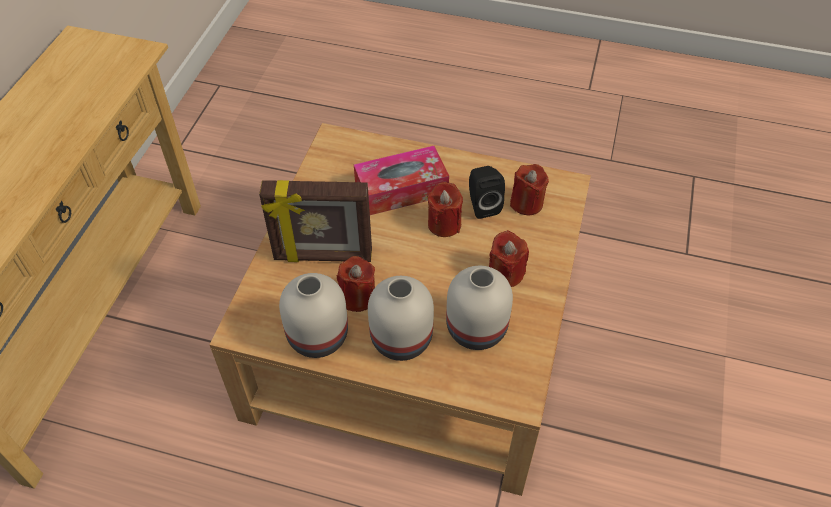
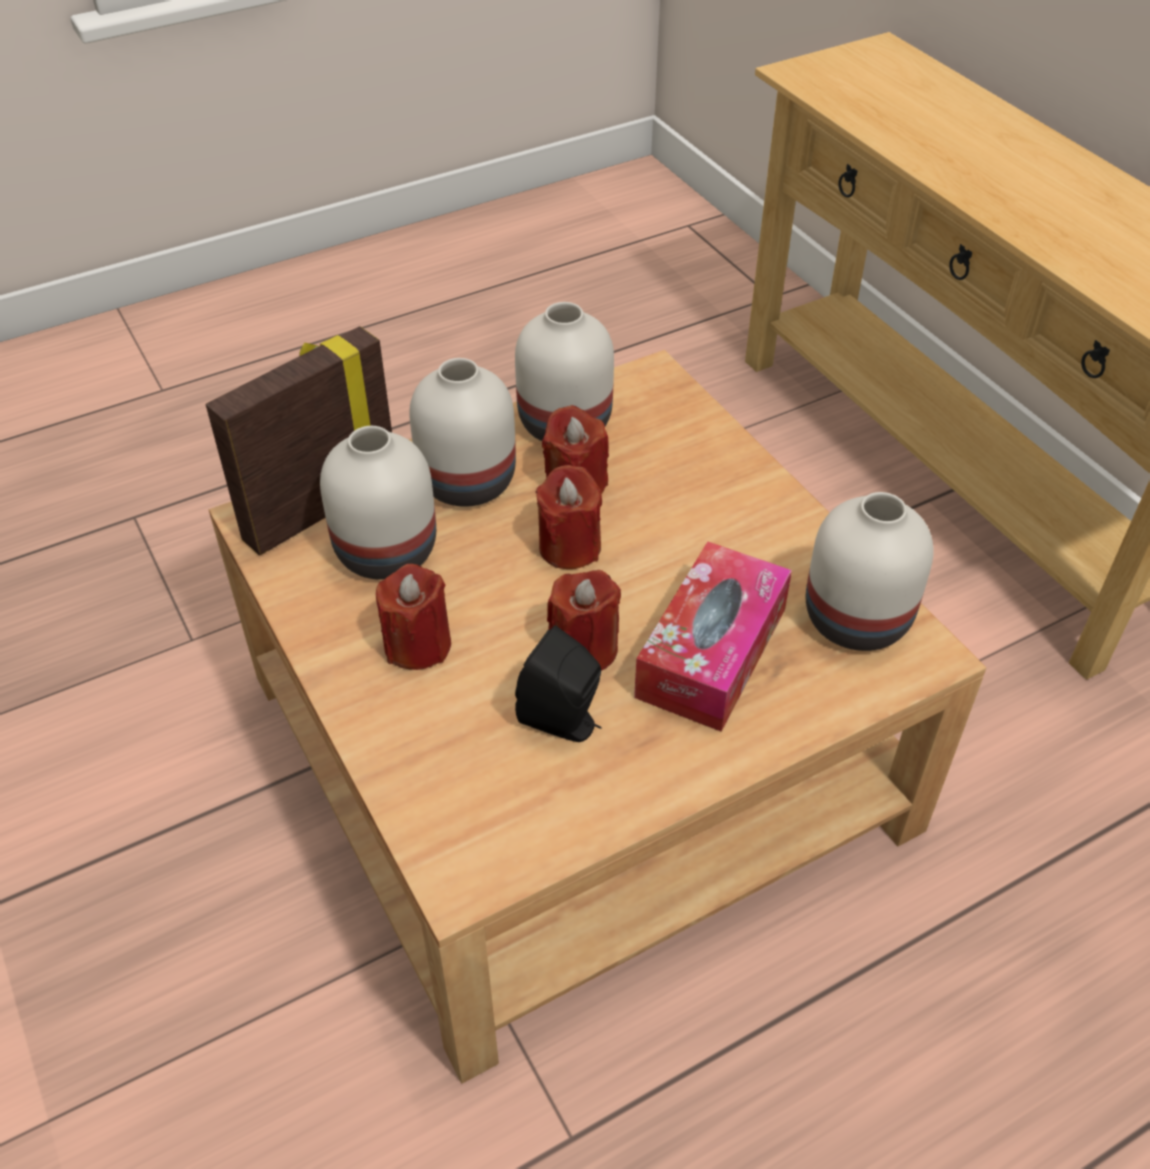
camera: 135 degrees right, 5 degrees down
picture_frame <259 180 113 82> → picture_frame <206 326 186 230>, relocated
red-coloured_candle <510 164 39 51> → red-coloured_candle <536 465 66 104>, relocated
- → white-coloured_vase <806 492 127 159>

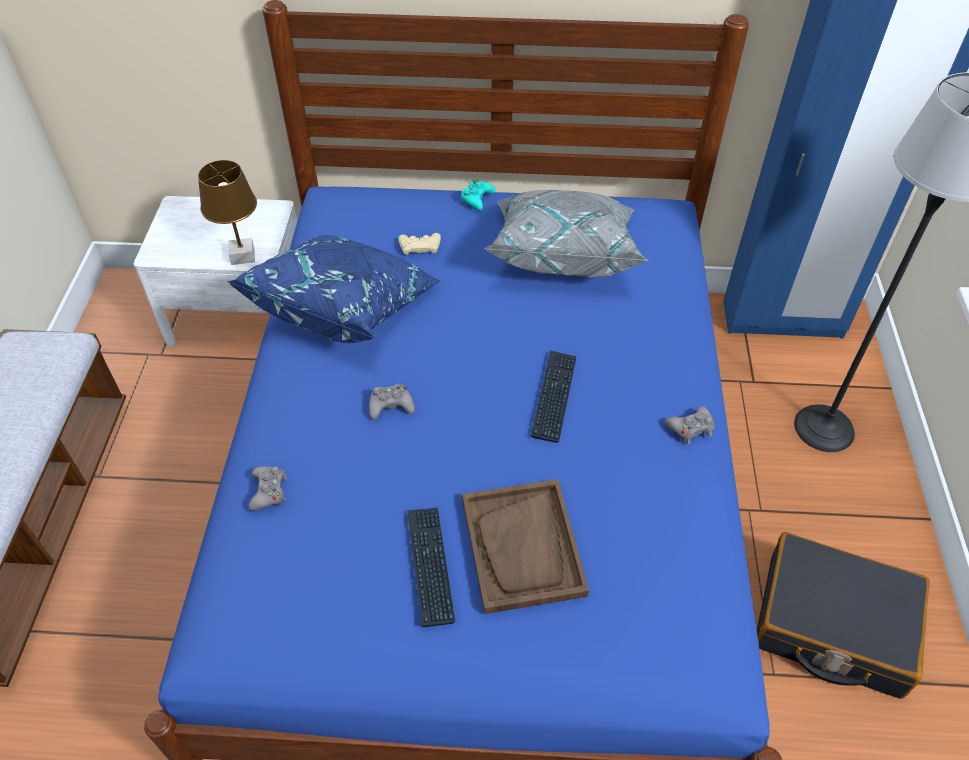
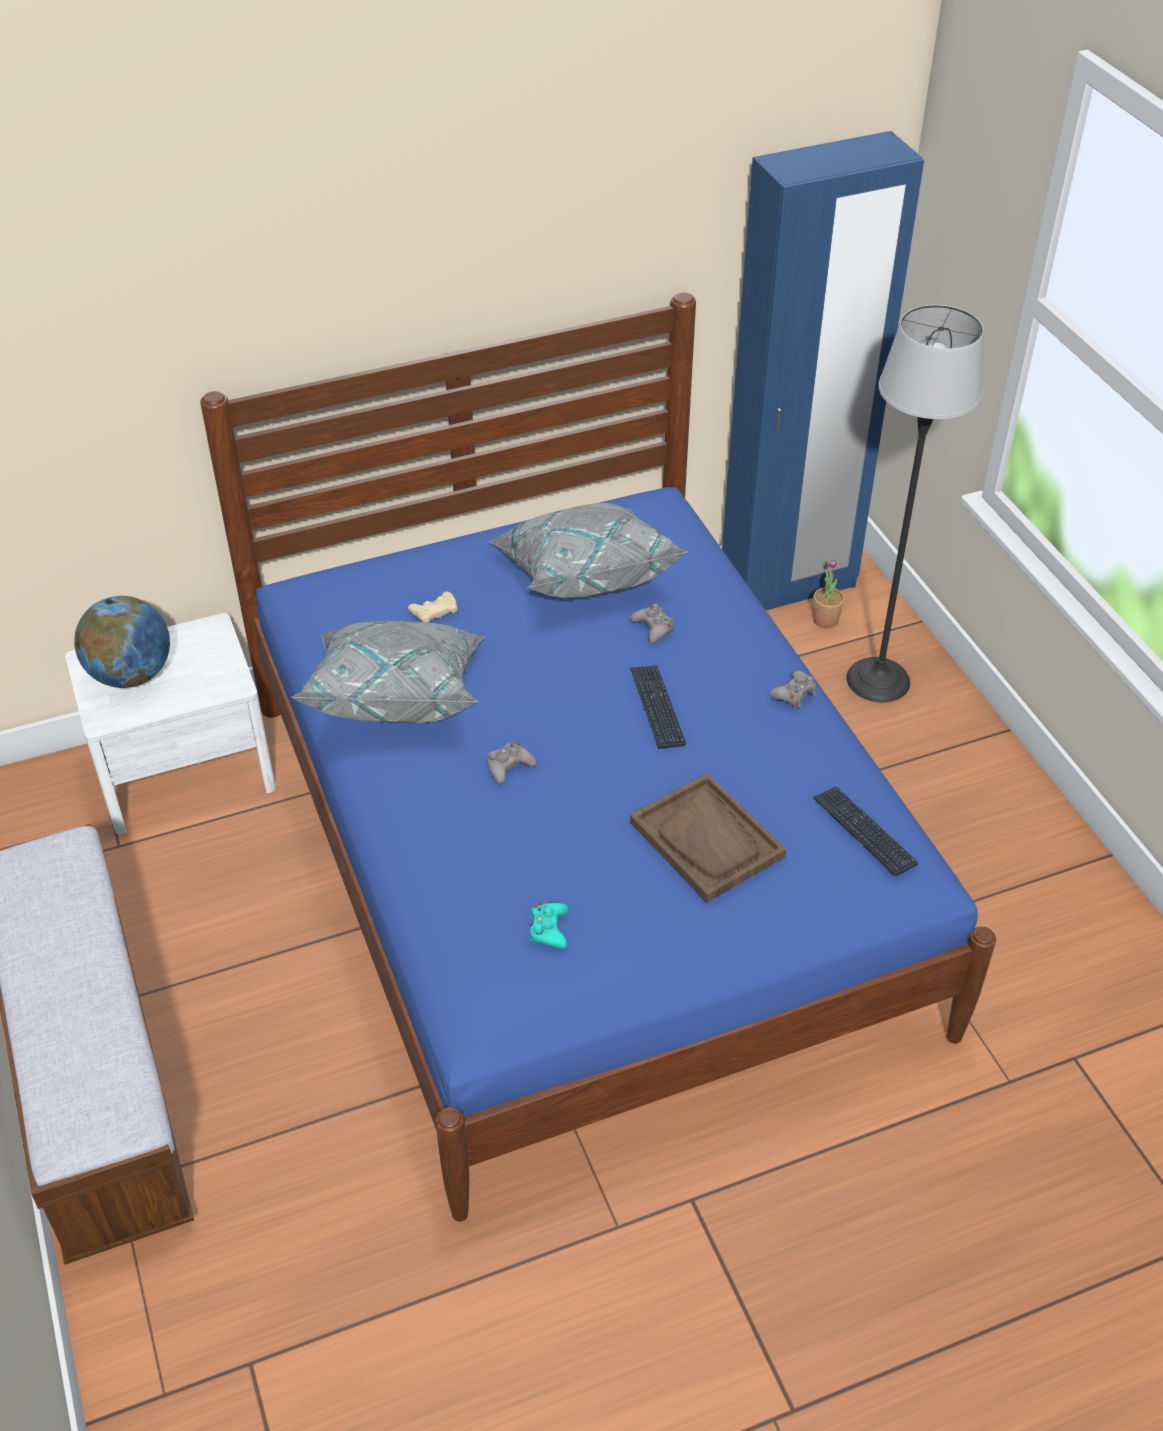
camera: 25 degrees left, 5 degrees down
- → world_globe <74 596 96 92>
bluish_pillow <227 235 214 108> → greyish_pillow <291 621 193 102>
blue-green_game_controller <461 180 35 31> → blue-green_game_controller <529 903 39 46>, relocated
greyish_game_controller <248 466 39 45> → greyish_game_controller <630 604 44 39>, relocated
- → houseplant <813 559 32 69>
PC_keyboard <407 507 48 120> → PC_keyboard <813 786 106 90>, relocated
brownish_table_lamp <198 160 59 105> → -
blackish_travel_case <757 532 173 167> → -

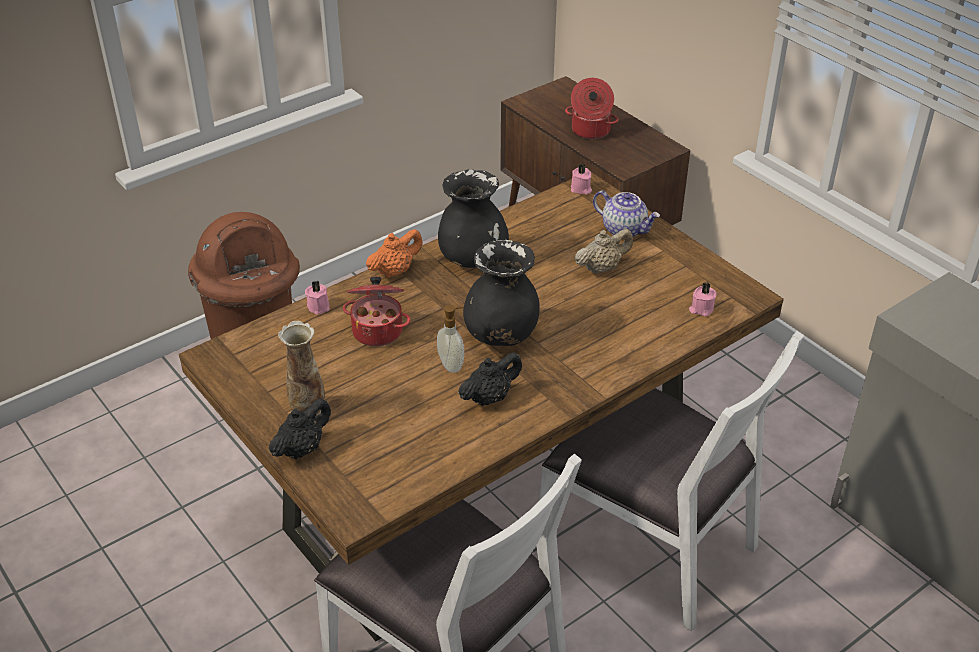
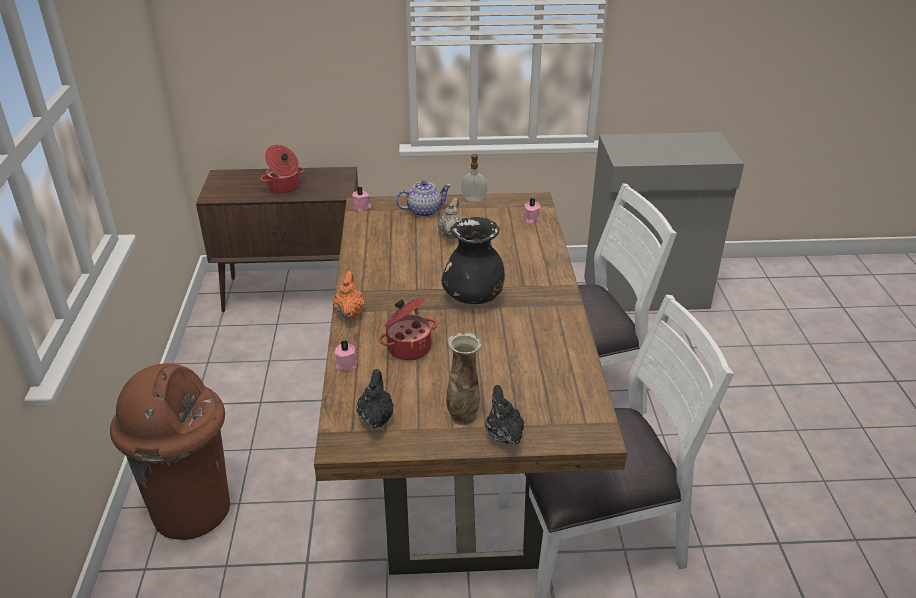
camera: 55 degrees left, 5 degrees down
blackish_teapot <458 352 64 54> → blackish_teapot <356 369 38 59>, relocated
liquid_soap_bottle <437 305 27 68> → liquid_soap_bottle <461 153 27 49>, relocated
blackish_vase <438 169 71 99> → -

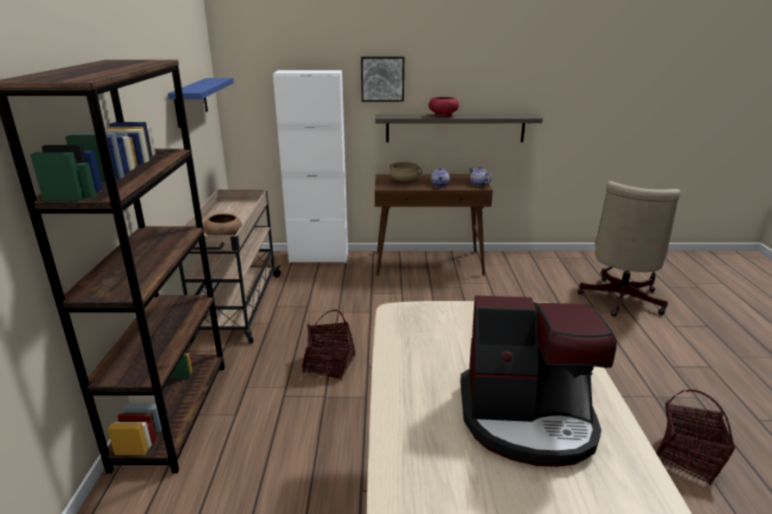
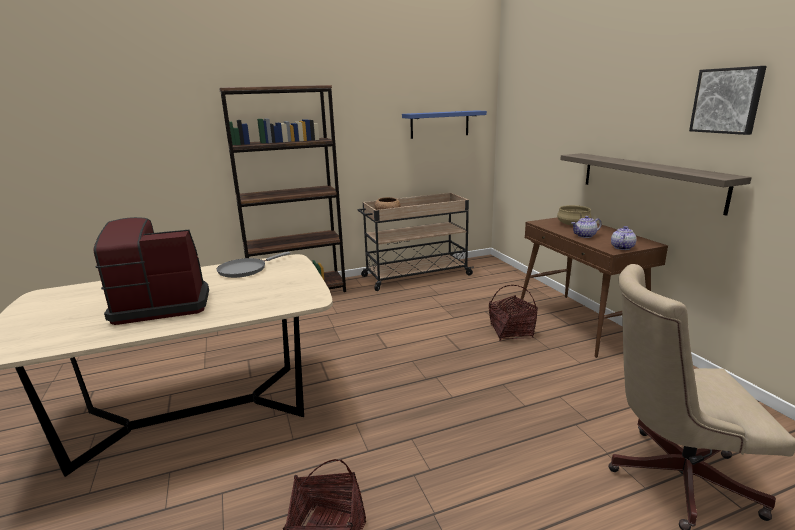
camera: 70 degrees right, 5 degrees down
coffee_brewer <460 295 157 172> → coffee_brewer <93 217 116 108>, 90 degrees clockwise
- → greyish_pan <217 252 73 26>
household_basket <302 310 53 70> → household_basket <489 285 49 56>, relocated
wall_picture <361 56 43 46> → wall_picture <689 66 78 69>, relocated
white-coloured_cupboard <273 70 75 193> → -
red-coloured_serving_bowl <429 97 30 20> → -

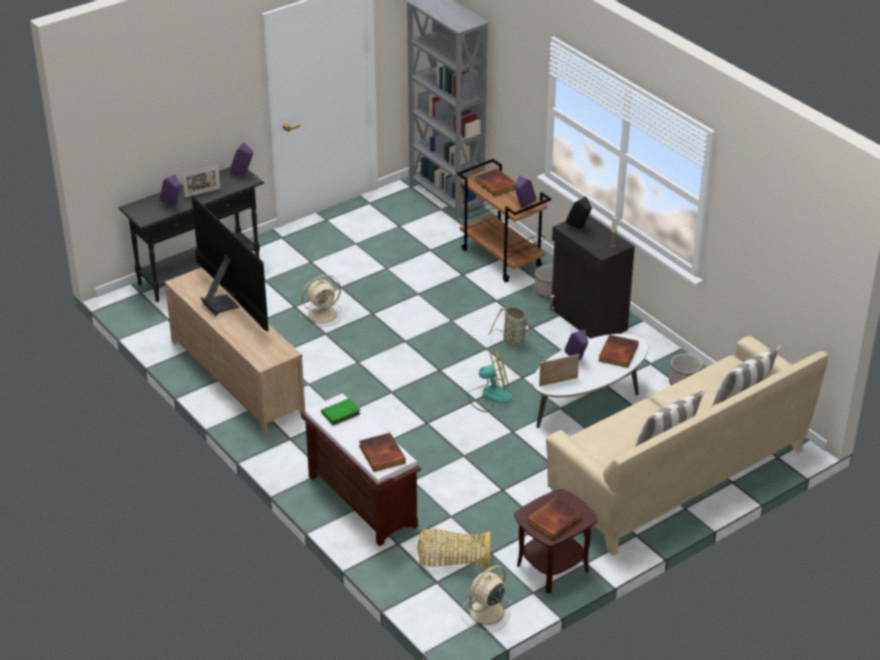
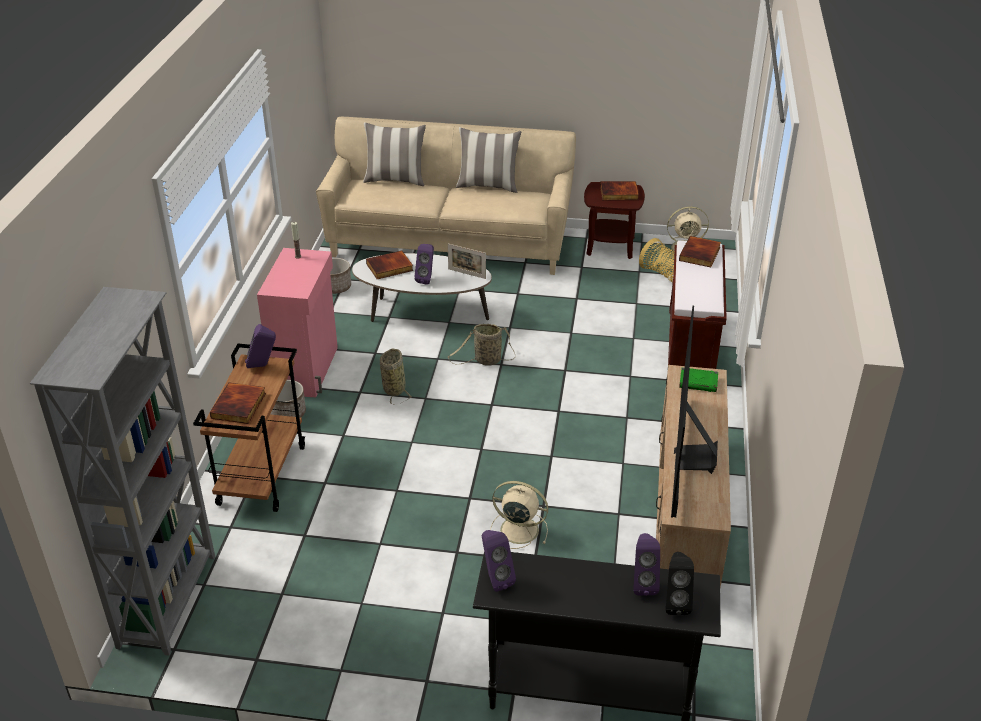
camera: 135 degrees left, 0 degrees up
blackish_cupboard <550 215 85 124> → pink_cupboard <257 248 81 149>
cooling_fan <467 349 45 63> → household_basket <448 324 67 42>
blackish_loudspeaker <566 196 26 33> → blackish_loudspeaker <666 552 28 63>, relocated
green-coloured_book <321 398 40 28> → green-coloured_book <679 367 39 25>, relocated
picture_frame <182 165 38 33> → -

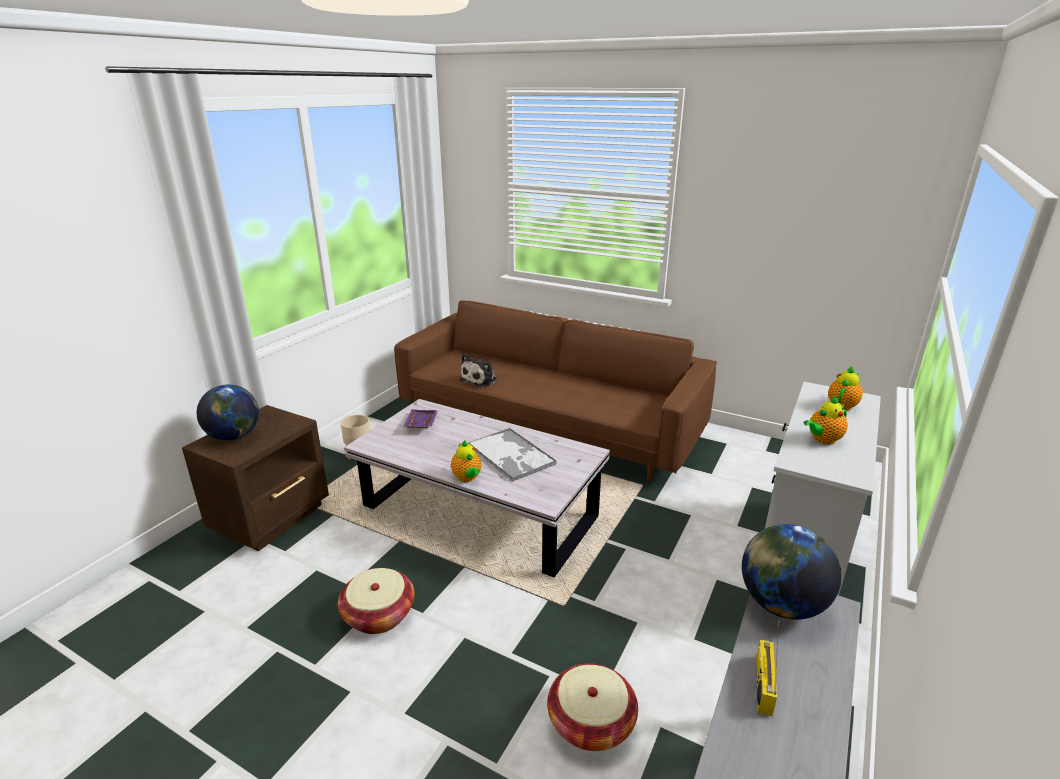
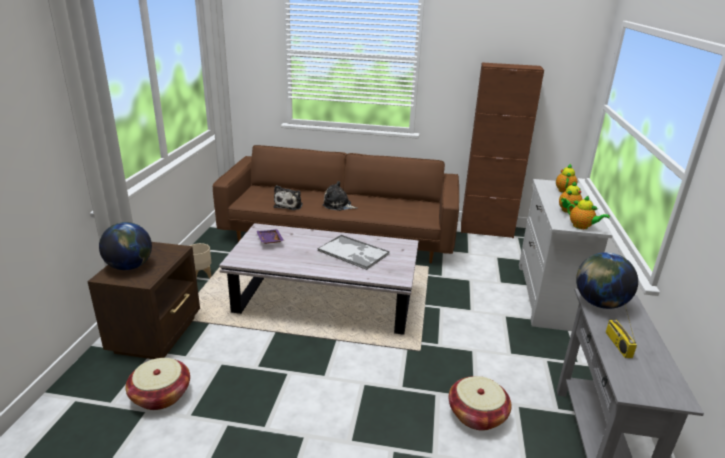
camera: 20 degrees left, 0 degrees up
household_basket <338 568 77 66> → household_basket <125 358 65 52>, relocated
- → plush_toy <323 181 35 30>
- → brownish_cupboard <461 62 83 177>
teapot <451 441 30 41> → teapot <567 196 43 33>, relocated

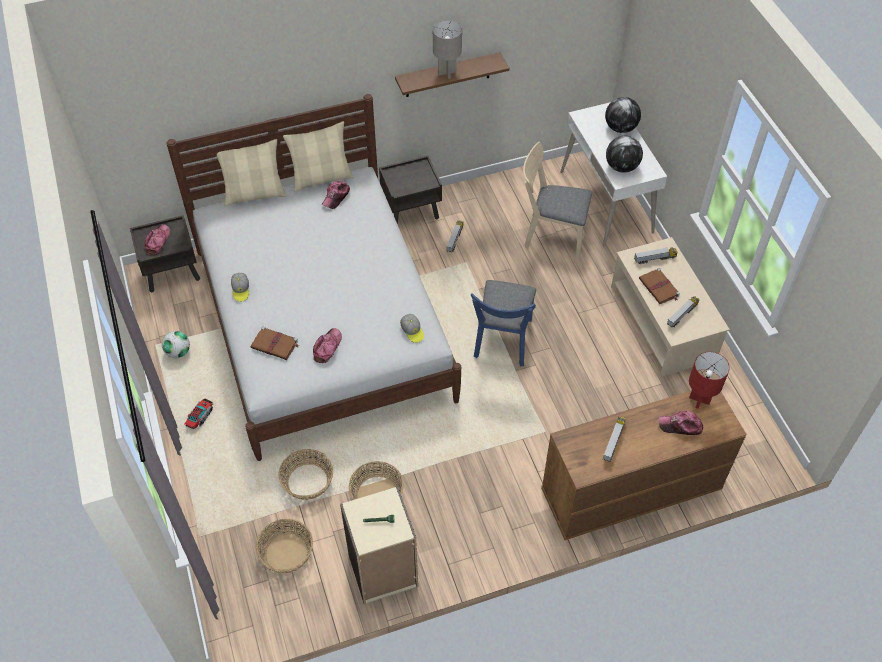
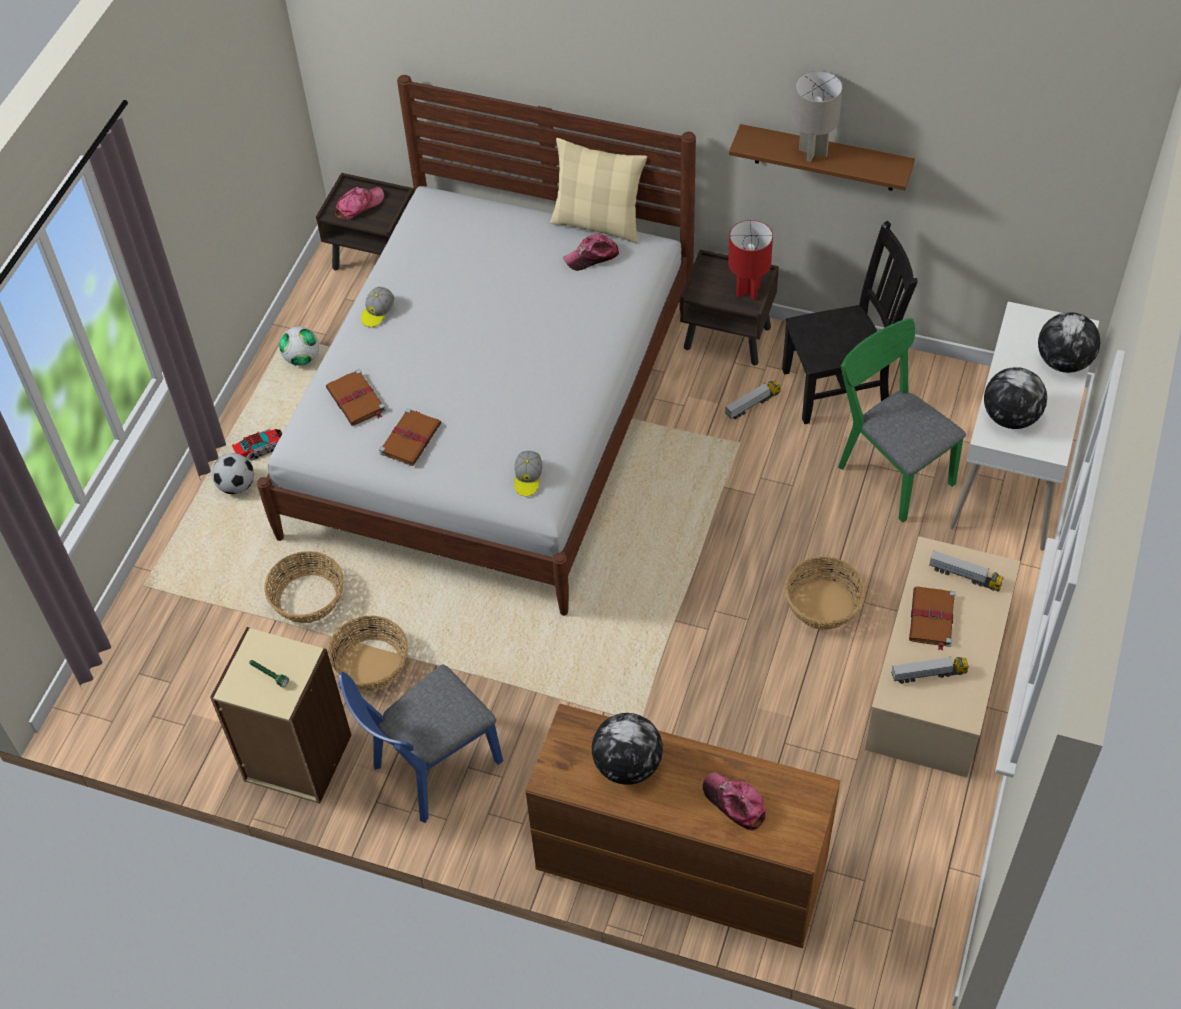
camera: 40 degrees right, 0 degrees up
- → ball_for_football <212 453 42 41>
bluish_plain_chair <471 280 65 87> → bluish_plain_chair <338 664 165 159>, relocated
baseball_cap <313 328 29 35> → brownish_book <379 408 63 58>
toy_truck <603 416 23 46> → world_globe <592 713 71 72>
red-coloured_table_lamp <689 352 41 57> → red-coloured_table_lamp <728 220 45 80>, relocated
- → blackish_plain_chair <782 221 136 203>
household_basket <256 519 57 54> → household_basket <785 557 81 73>, relocated
beige-coloured_plain_chair <523 142 69 115> → green-coloured_plain_chair <838 318 128 205>
beige-coloured_pillow <217 139 70 67> → -

